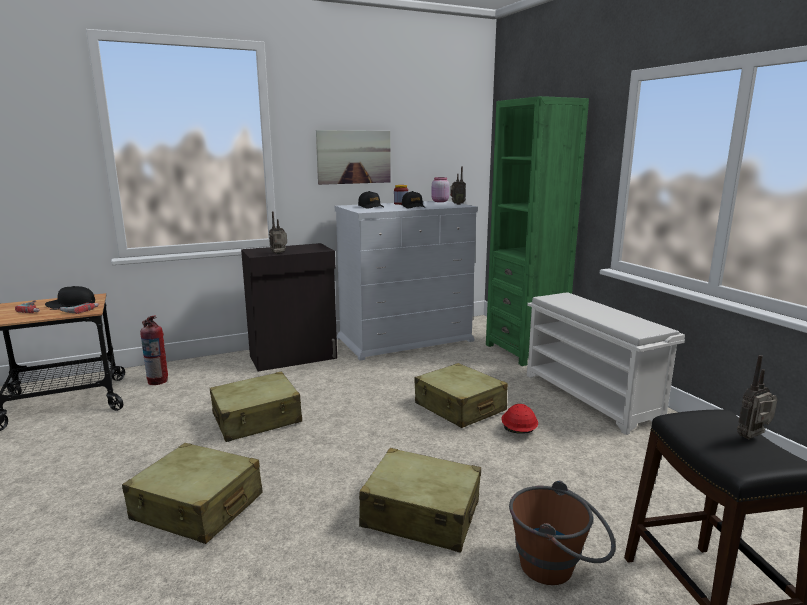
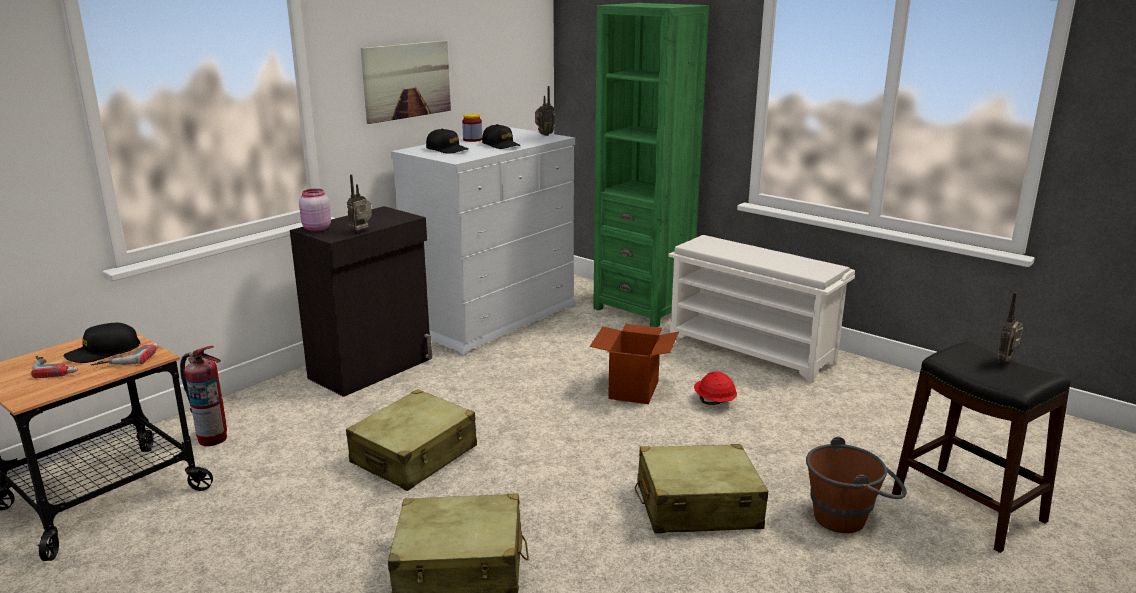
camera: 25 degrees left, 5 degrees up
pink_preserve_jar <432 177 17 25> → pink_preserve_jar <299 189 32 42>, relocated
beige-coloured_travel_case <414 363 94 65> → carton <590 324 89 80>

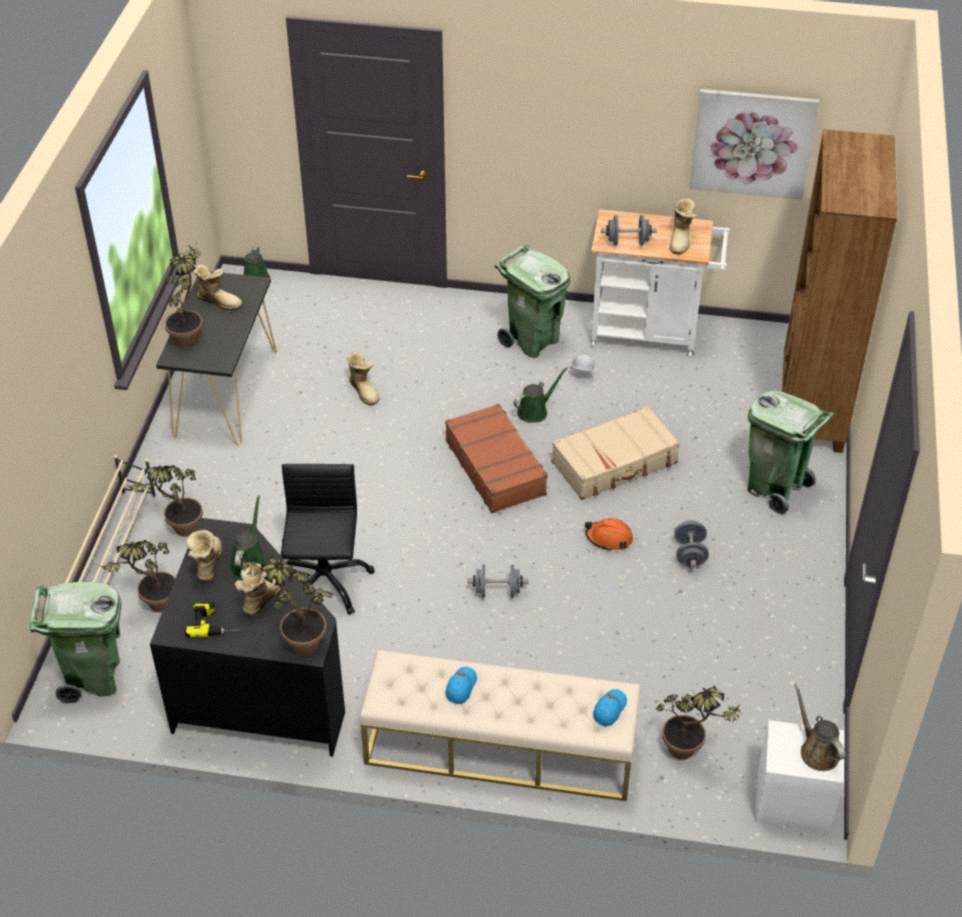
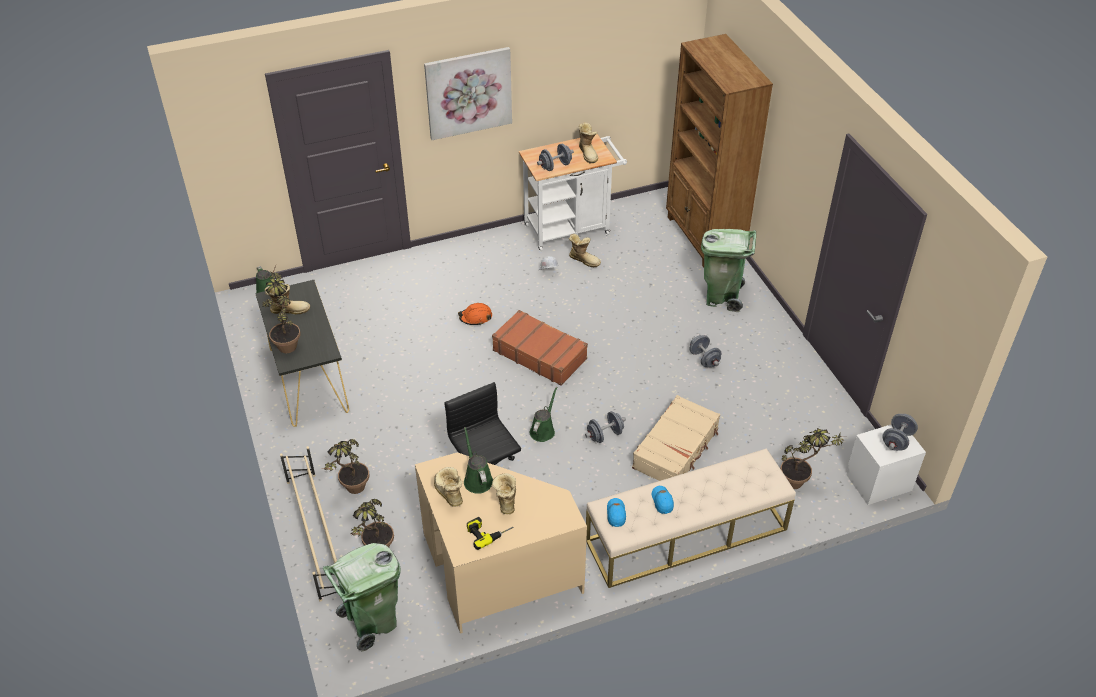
camera: 30 degrees left, 0 degrees up
blackish_desk_table <150 518 195 239> → beige-coloured_desk_table <415 453 172 181>
wall_picture <689 89 130 111> → wall_picture <424 47 88 93>, relocated
orange-coloured_hard_hat <585 518 48 33> → orange-coloured_hard_hat <458 303 34 22>, relocated
green-coloured_sprinkling_can <514 367 54 56> → green-coloured_sprinkling_can <530 387 27 55>, relocated
high-top_boot <347 351 33 54> → high-top_boot <569 234 32 34>, relocated
bluish_baseball_cap <593 689 34 37> → bluish_baseball_cap <607 498 19 29>, relocated
beige-coloured_travel_case <552 406 128 94> → beige-coloured_travel_case <632 395 88 86>, relocated
brownish_sprinkling_can <794 684 52 87> → greyish_hand_weight <882 414 36 37>
houseplant <238 554 95 101> → -
green-coloured_trash_can <495 244 75 114> → -

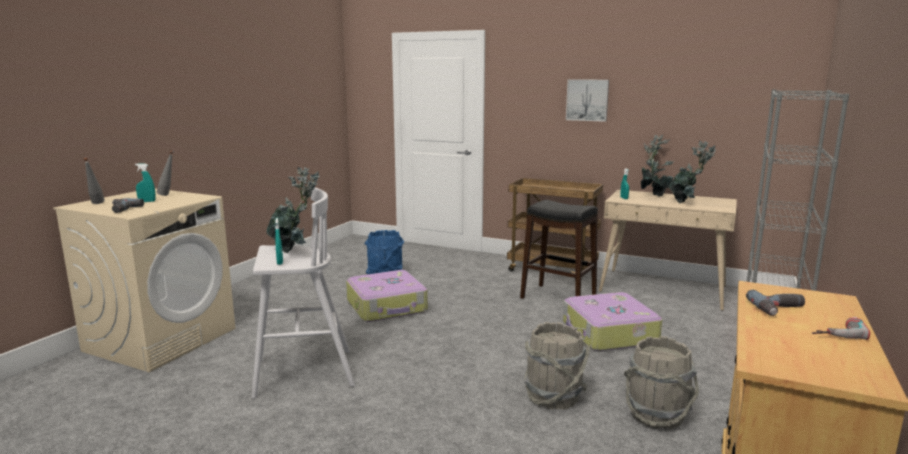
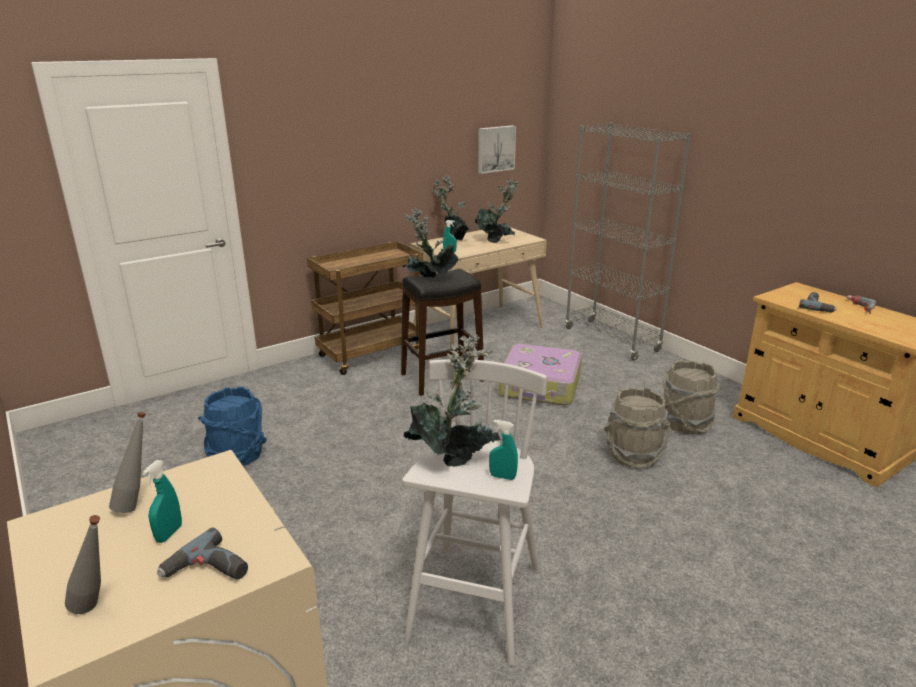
camera: 60 degrees left, 10 degrees up
- → houseplant <402 207 56 71>
wall_picture <566 79 43 43> → wall_picture <478 125 38 49>, relocated
travel_case <346 270 82 52> → -

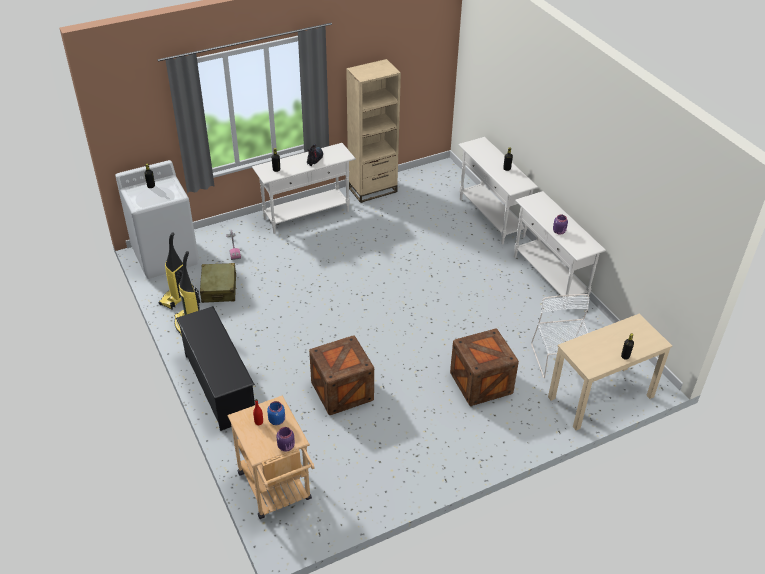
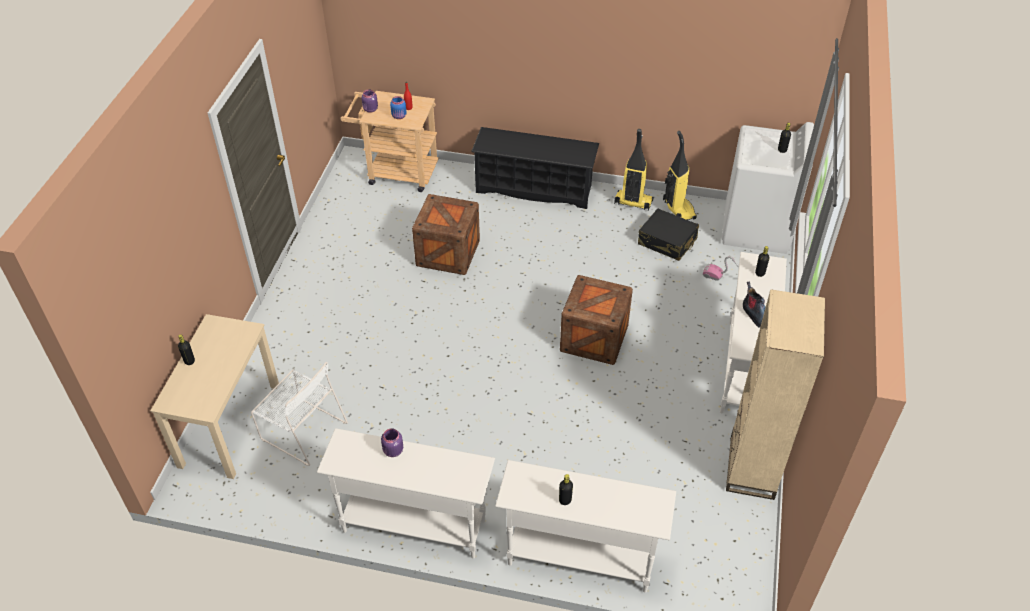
camera: 130 degrees right, 5 degrees up
shipping_crate <450 329 69 77> → shipping_crate <560 275 73 90>, relocated
beige-coloured_travel_case <200 263 36 40> → blackish_travel_case <638 208 61 53>

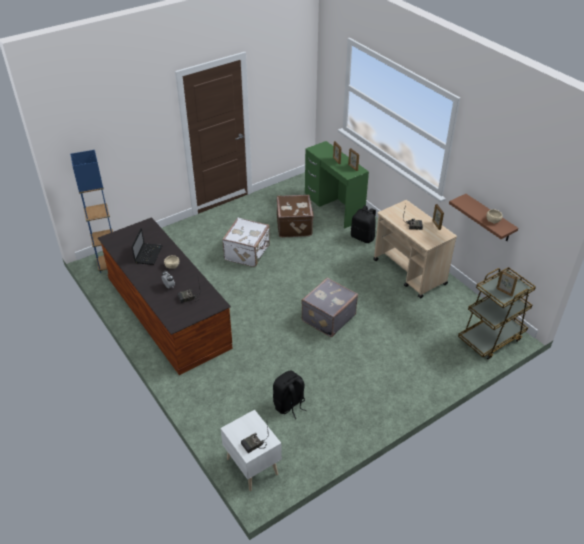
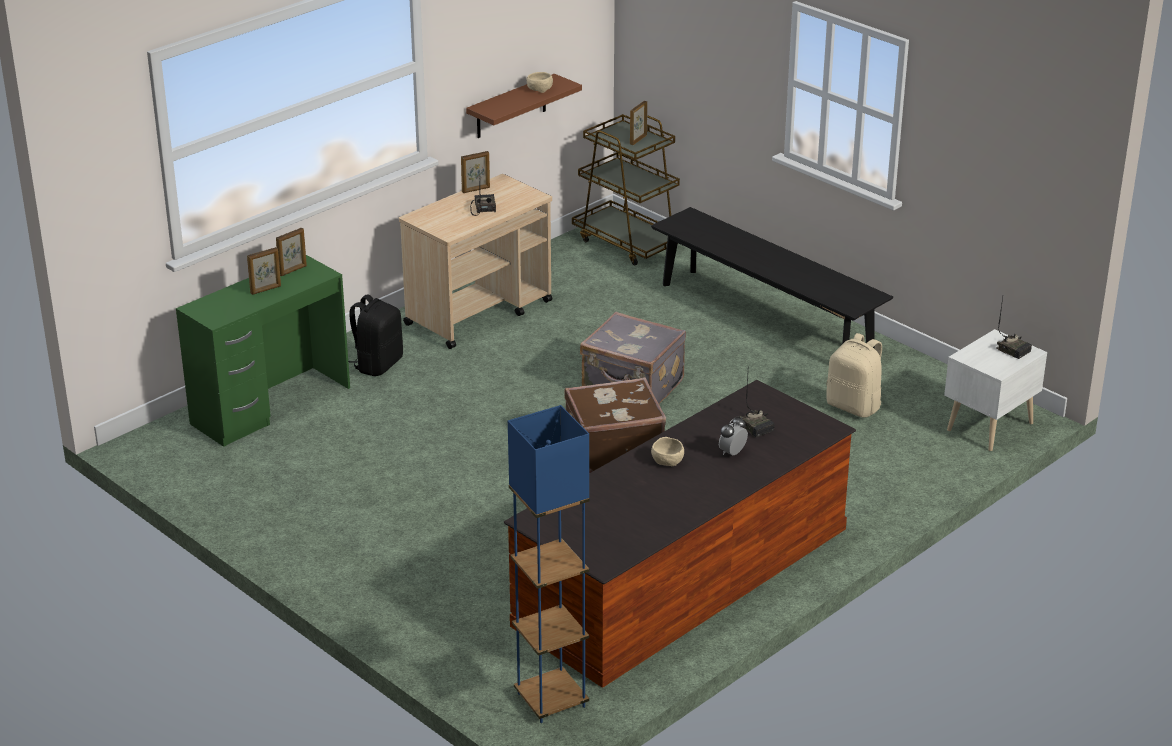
camera: 100 degrees left, 10 degrees down
brownish_travel_case <277 195 37 42> → brownish_travel_case <564 377 102 96>, relocated
- → blackish_long_seat <651 207 242 141>
blackish_backpack <273 370 34 49> → beige-coloured_backpack <826 333 56 85>
laptop <132 228 31 37> → -
white-coloured_travel_case <222 217 48 50> → -

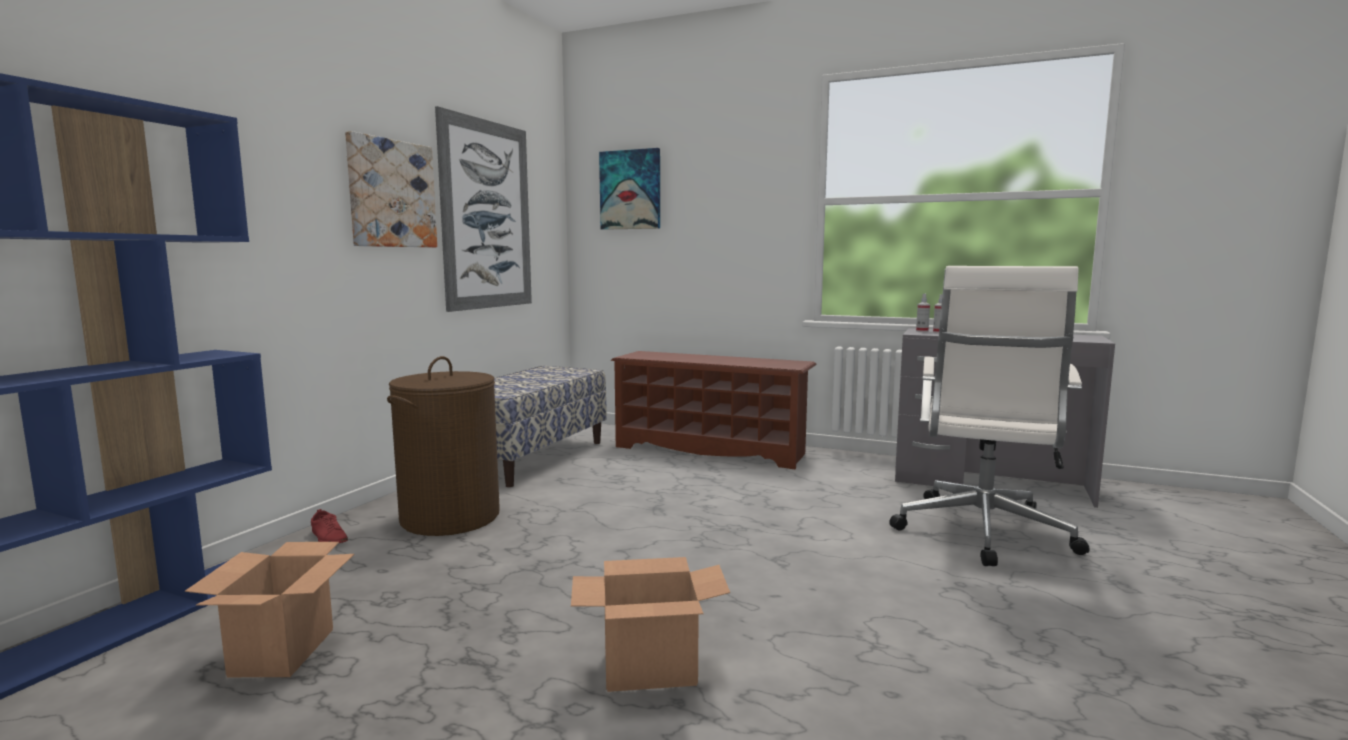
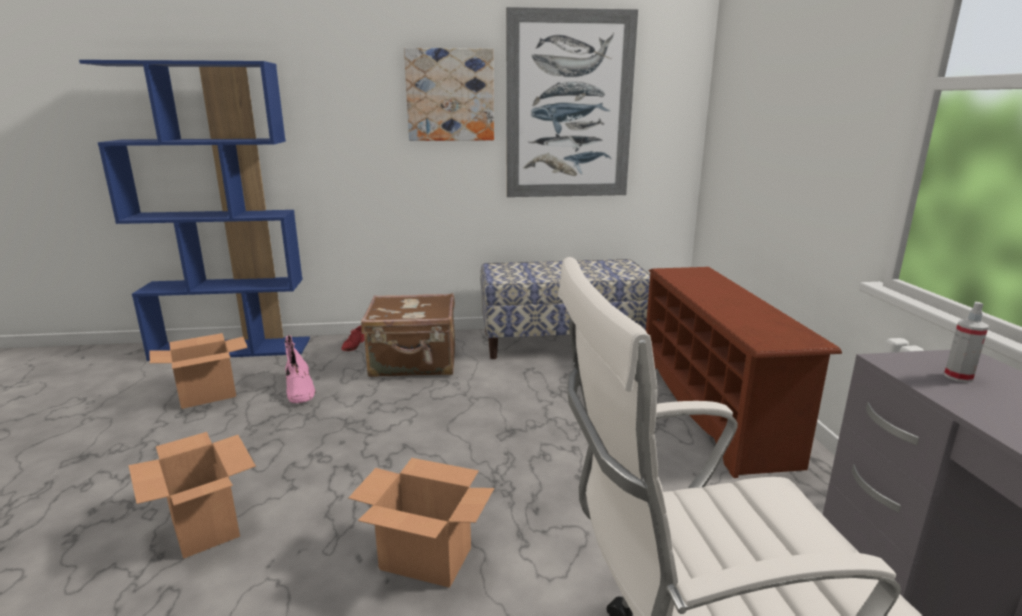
camera: 60 degrees right, 10 degrees up
- → pink_high-top_boot <285 335 31 68>
- → carton <348 458 146 130>
brownish_washing_basket <387 356 113 180> → brownish_travel_case <361 293 94 84>
wall_picture <599 148 61 82> → -
sprayer <916 294 14 38> → -

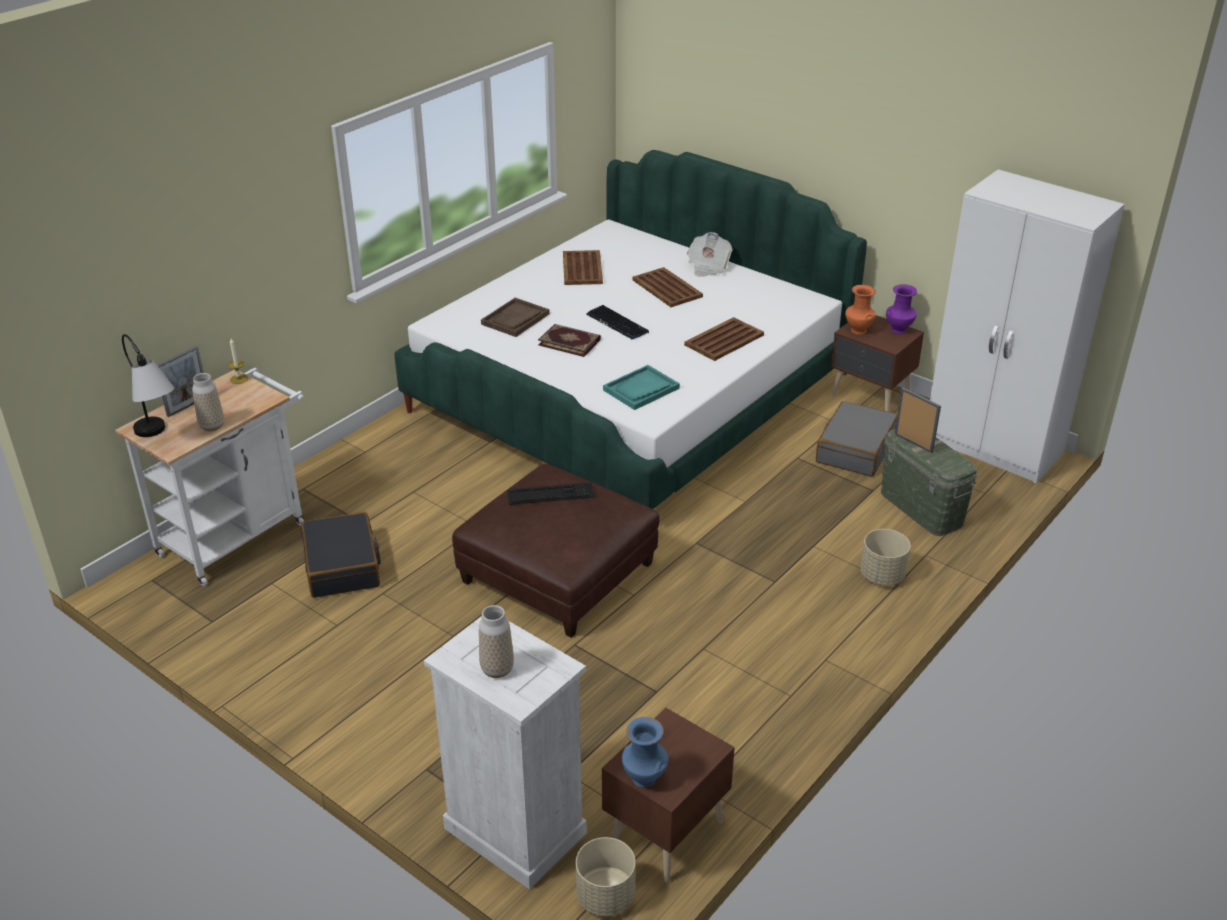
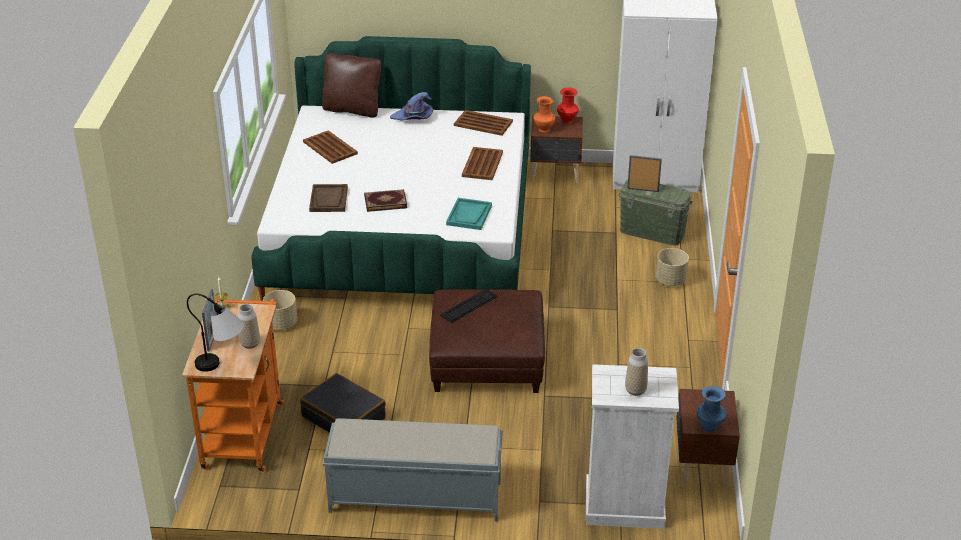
camera: 35 degrees left, 0 degrees up
white-coloured_cart <115 368 190 218> → orange-coloured_cart <182 298 102 175>
beige-coloured_flower_pot <576 837 60 79> → beige-coloured_flower_pot <263 290 34 40>, relocated
- → brownish_pillow <322 53 59 65>
- → greyish_long_seat <323 418 180 103>
newspaper <687 232 45 45> → purple_hat <390 92 43 29>
brownish_serving_tray <632 267 71 40> → brownish_serving_tray <454 110 59 26>, relocated
purple_vase <886 284 31 50> → red-coloured_vase <557 87 22 37>
PC_keyboard <586 305 63 34> → -
greyish_travel_case <816 401 82 76> → -

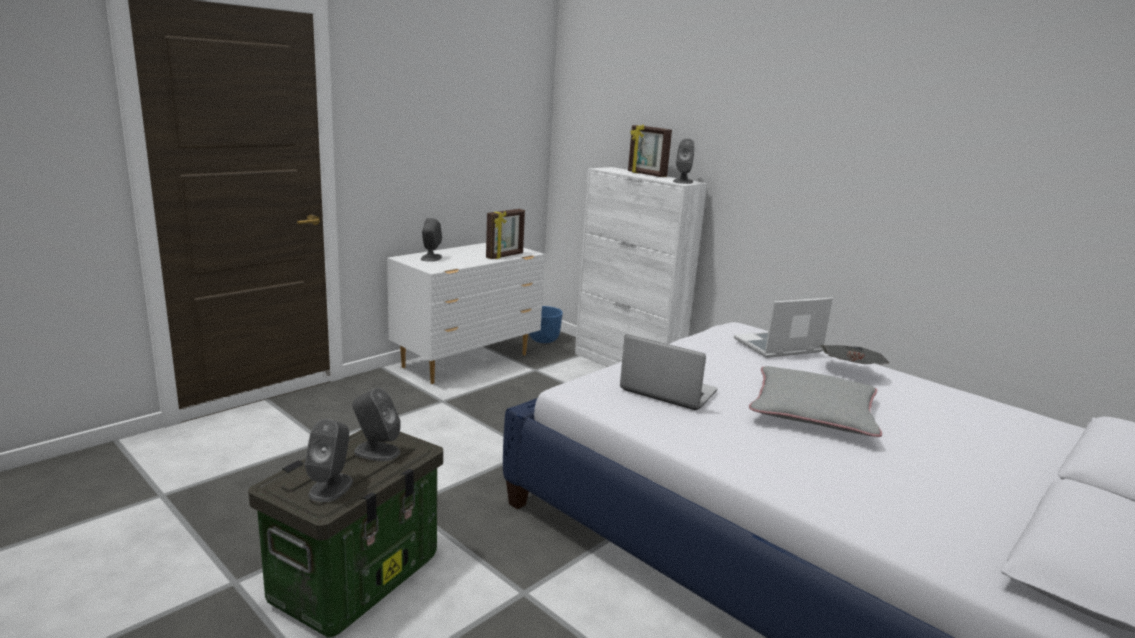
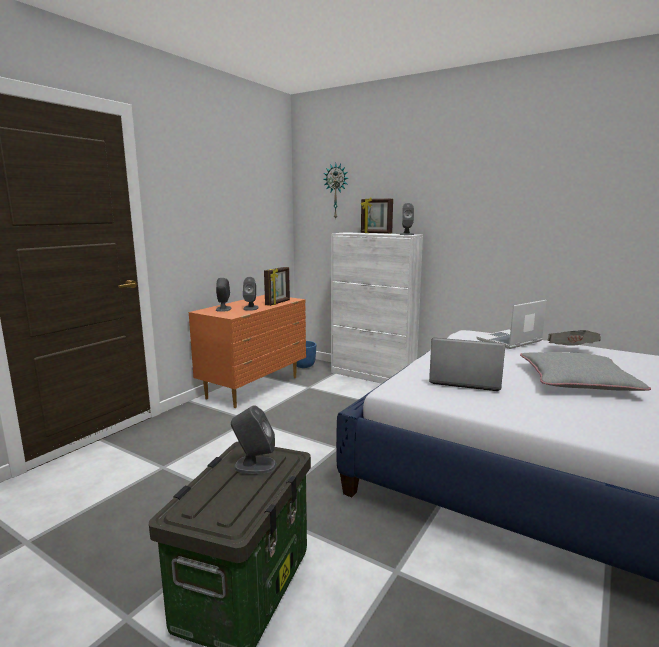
camera: 10 degrees left, 5 degrees down
white-coloured_chest_of_drawers <387 243 158 141> → orange-coloured_chest_of_drawers <189 295 117 113>
greyish_loudspeaker <305 419 48 83> → greyish_loudspeaker <243 277 16 34>, relocated
- → clock_on_the_wall <323 163 25 57>

